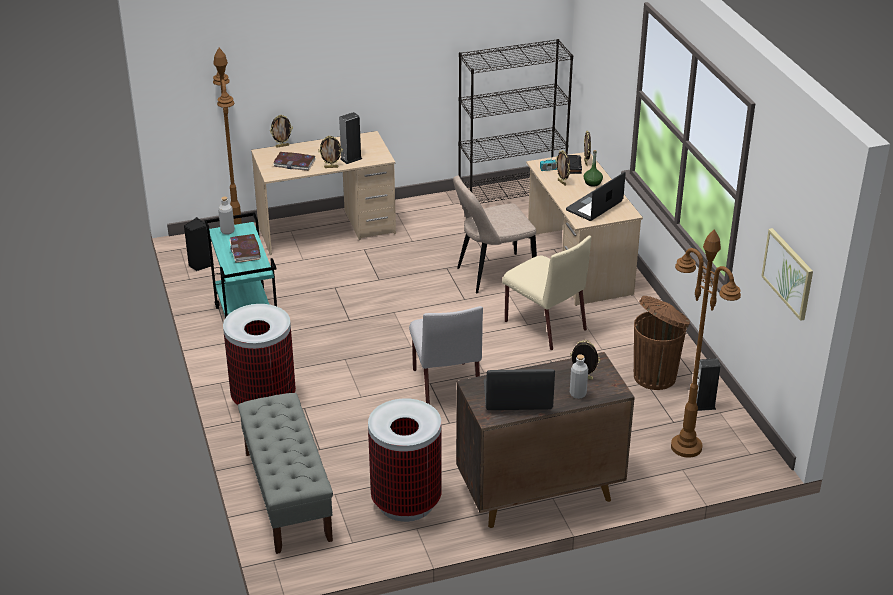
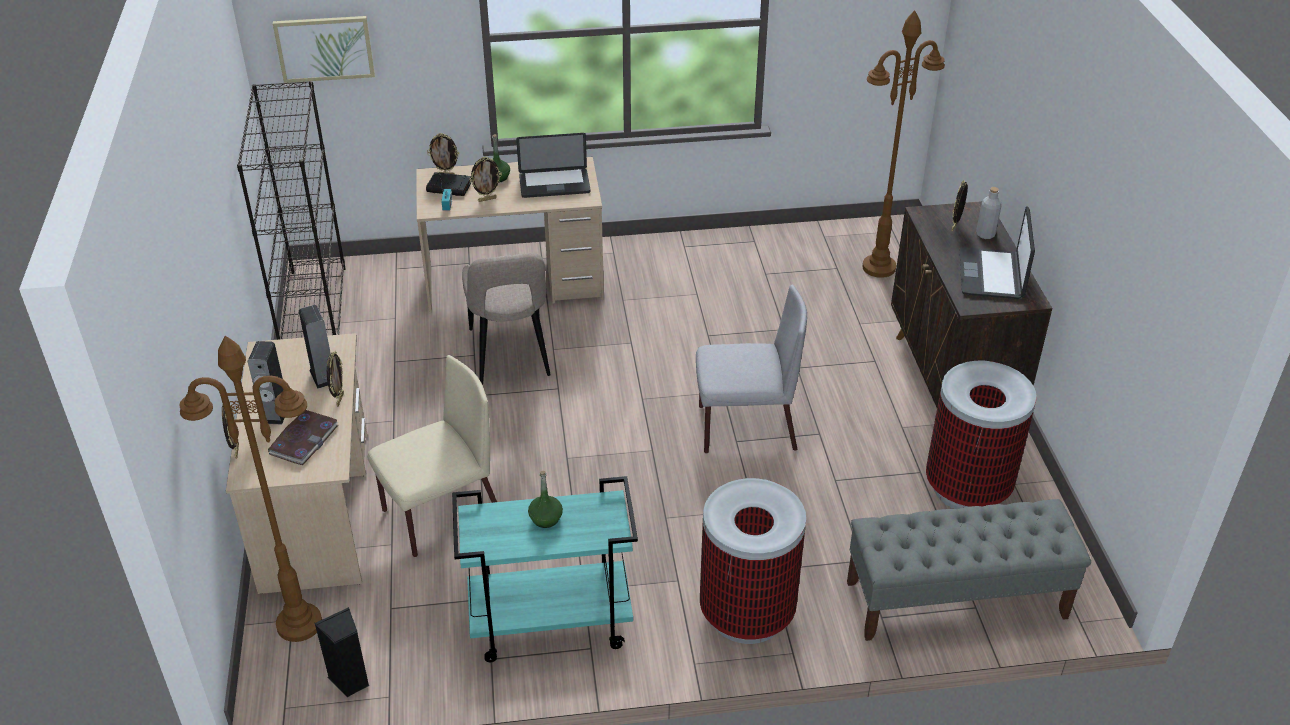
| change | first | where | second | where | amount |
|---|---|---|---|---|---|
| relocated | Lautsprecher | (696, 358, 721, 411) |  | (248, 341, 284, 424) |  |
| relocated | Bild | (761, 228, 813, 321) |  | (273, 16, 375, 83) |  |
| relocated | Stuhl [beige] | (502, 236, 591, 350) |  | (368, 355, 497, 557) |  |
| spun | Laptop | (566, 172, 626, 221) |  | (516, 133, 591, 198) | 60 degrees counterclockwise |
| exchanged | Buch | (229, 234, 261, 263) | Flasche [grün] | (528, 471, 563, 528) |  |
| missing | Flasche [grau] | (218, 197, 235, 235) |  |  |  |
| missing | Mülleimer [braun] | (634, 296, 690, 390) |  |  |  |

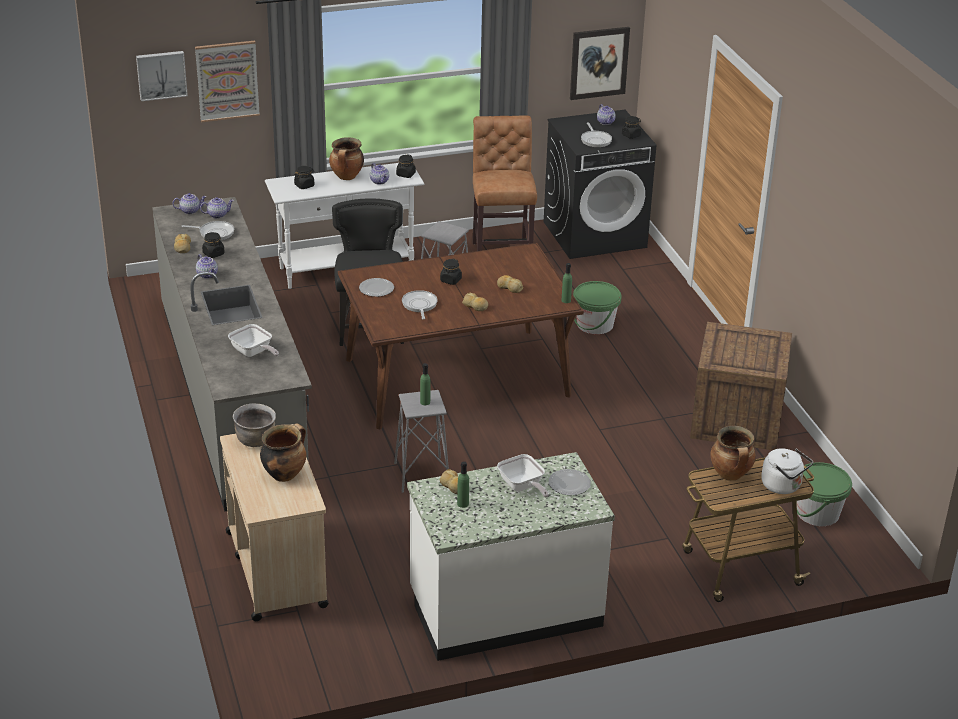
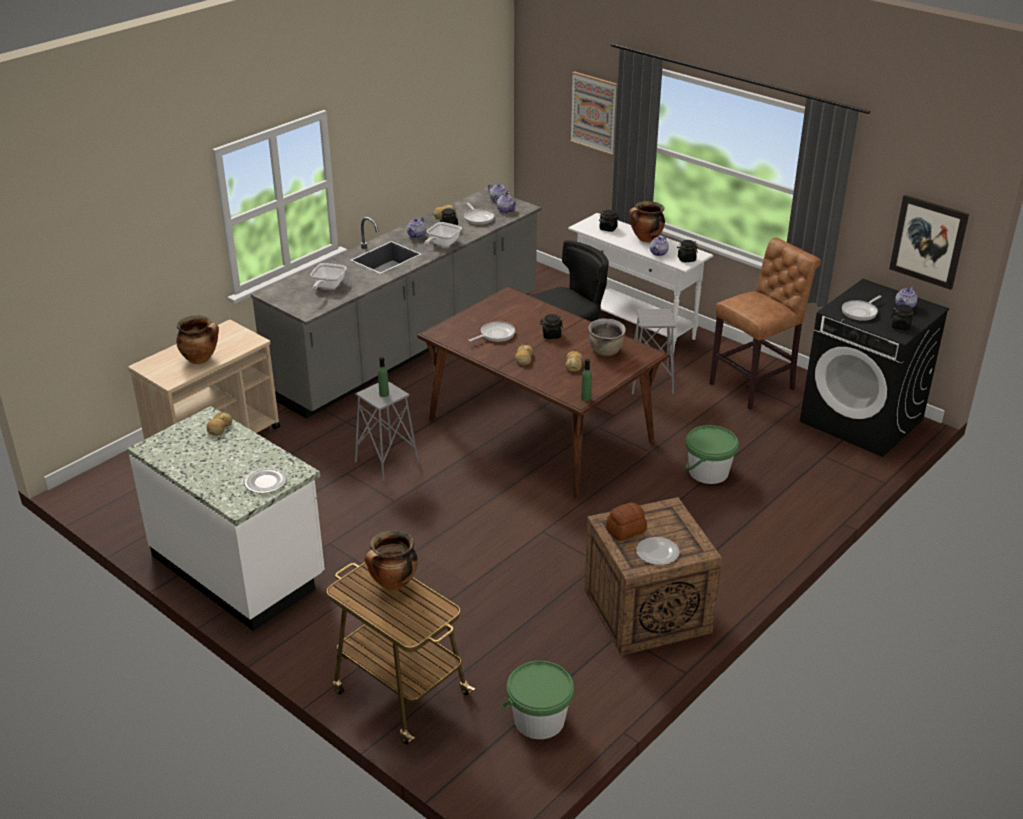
| change | first | where | second | where | amount |
|---|---|---|---|---|---|
| relocated | Pfanne | (497, 454, 549, 498) |  | (424, 222, 462, 247) |  |
| relocated | Kochtopf [braun] | (233, 404, 276, 447) |  | (588, 318, 626, 356) |  |
| appeared |  |  | Brot | (606, 503, 647, 541) |  |
| relocated | Teller | (359, 278, 394, 297) |  | (636, 537, 680, 565) |  |
| missing | Bild | (136, 51, 188, 101) |  |  |  |
| missing | Flasche [grün] | (457, 461, 469, 508) |  |  |  |
| missing | Wasserkessel [weiß] | (761, 448, 813, 494) |  |  |  |

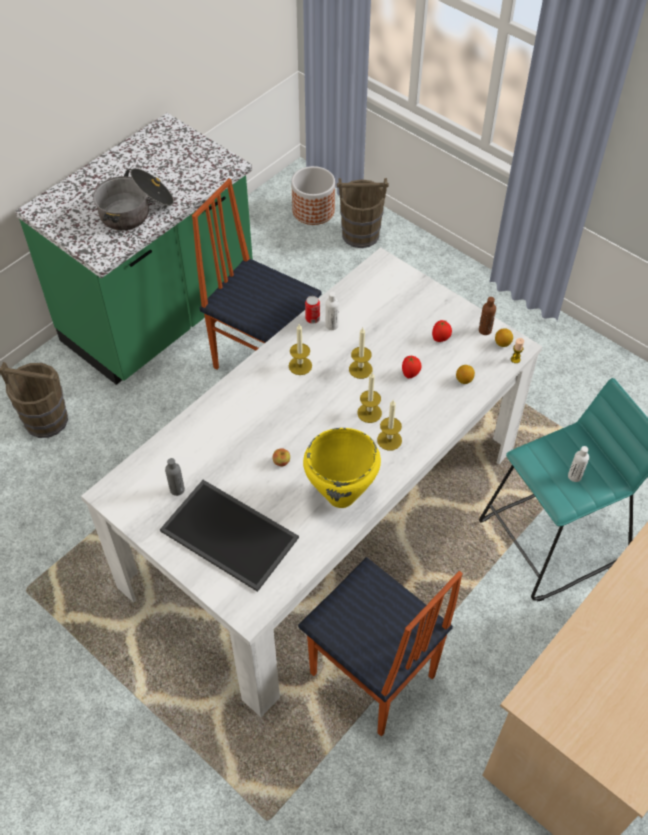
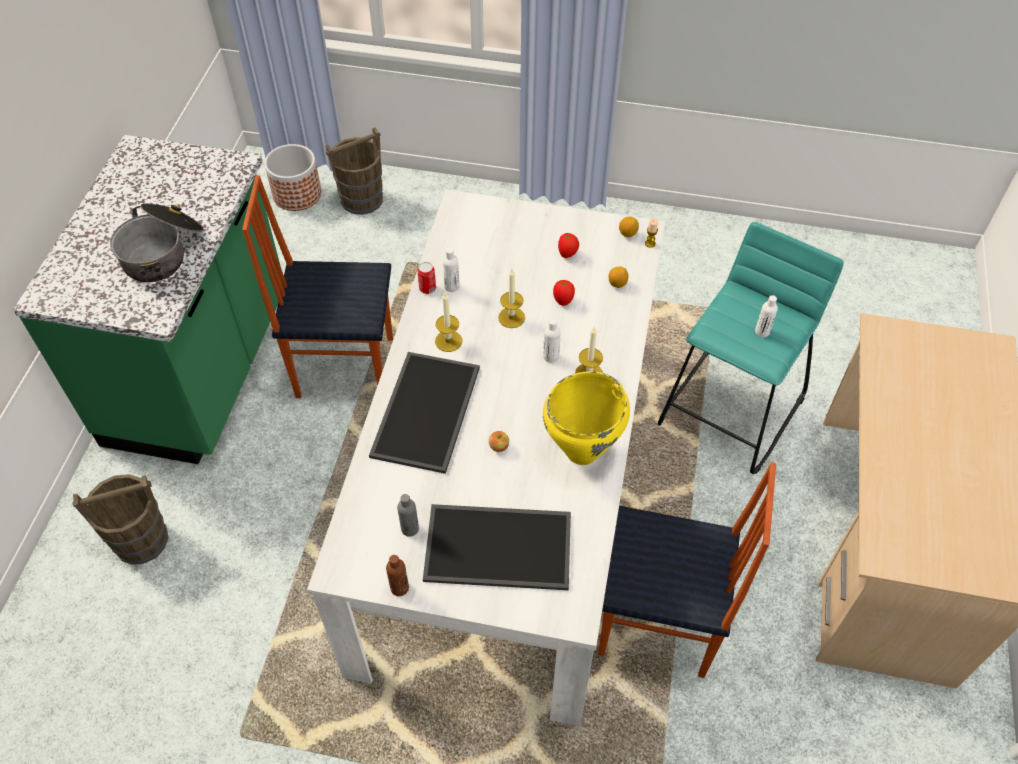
| change | first | where | second | where | amount |
|---|---|---|---|---|---|
| appeared |  |  | Tablett | (369, 352, 480, 474) |  |
| relocated | Flasche [braun] | (479, 297, 496, 335) |  | (386, 555, 409, 596) |  |
| exchanged | Kerze | (357, 372, 382, 423) | Flasche [weiß] | (543, 318, 561, 363) |  |

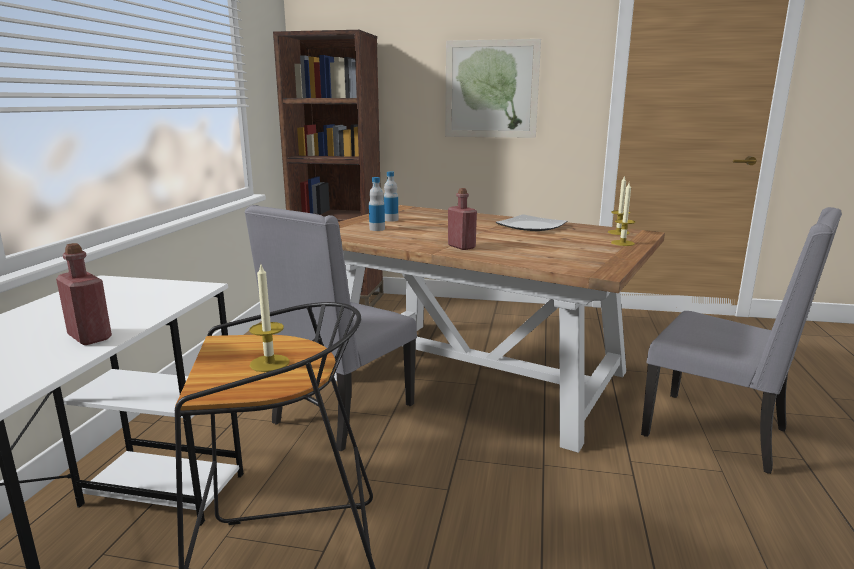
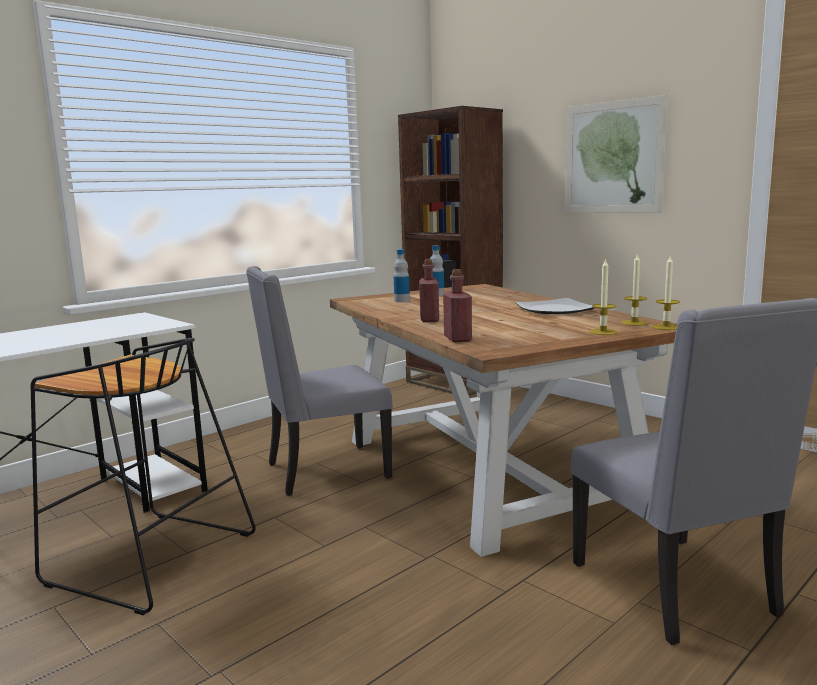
| change | first | where | second | where | amount |
|---|---|---|---|---|---|
| relocated | Flasche [rot] | (56, 243, 112, 345) |  | (443, 269, 472, 342) |  |
| relocated | Kerze | (249, 265, 289, 372) |  | (652, 256, 680, 330) |  |

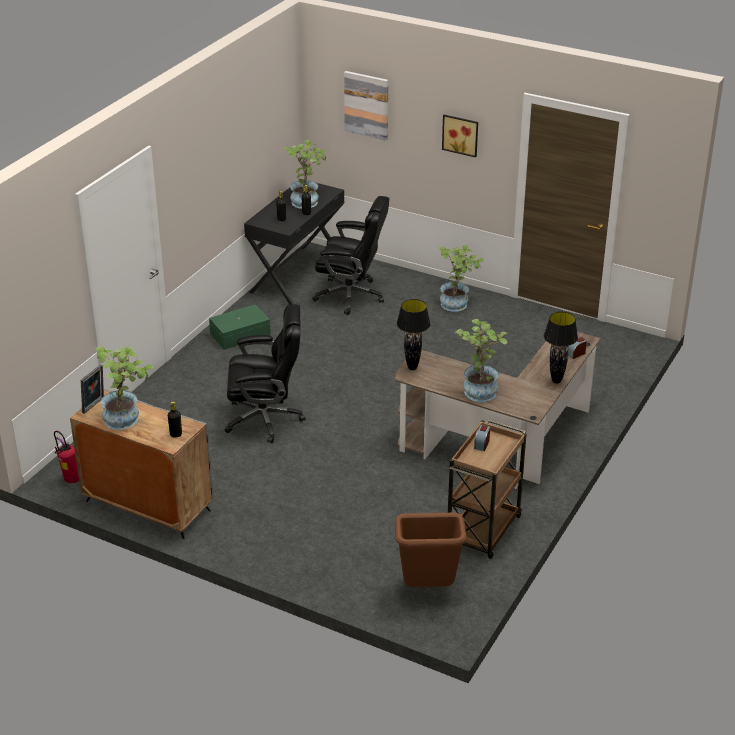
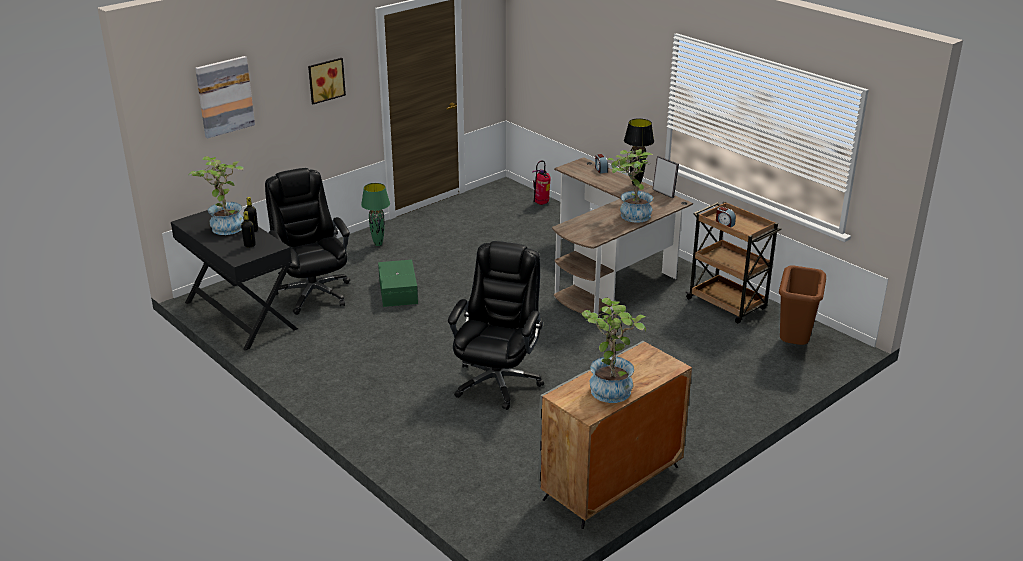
| change | first | where | second | where | amount |
|---|---|---|---|---|---|
| spun | Bürostuhl [schwarz] | (312, 196, 389, 315) |  | (265, 168, 350, 315) | 60 degrees counterclockwise |
| exchanged | Topfpflanze | (439, 245, 485, 312) | Tischlampe [grün] | (361, 183, 390, 246) |  |
| relocated | Aufbewahrungsbox [grün] | (209, 304, 271, 350) |  | (378, 260, 418, 307) |  |
| relocated | Feuerlöscher | (54, 431, 79, 483) |  | (532, 161, 551, 205) |  |
| relocated | Bilderrahmen | (81, 364, 104, 414) |  | (653, 156, 679, 198) |  |
| missing | Flasche [schwarz] | (168, 401, 182, 438) |  |  |  |
| missing | Tischlampe [schwarz] | (397, 299, 430, 370) |  |  |  |

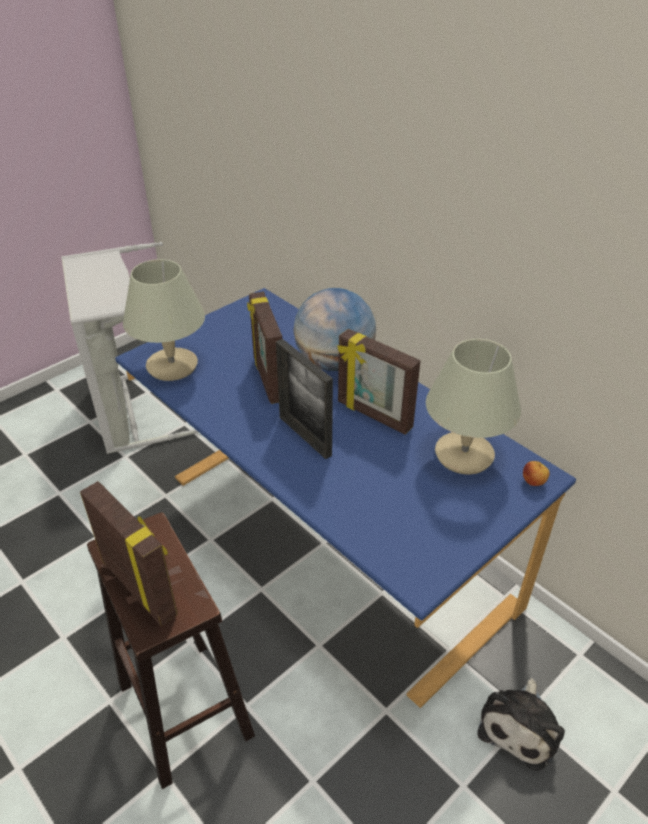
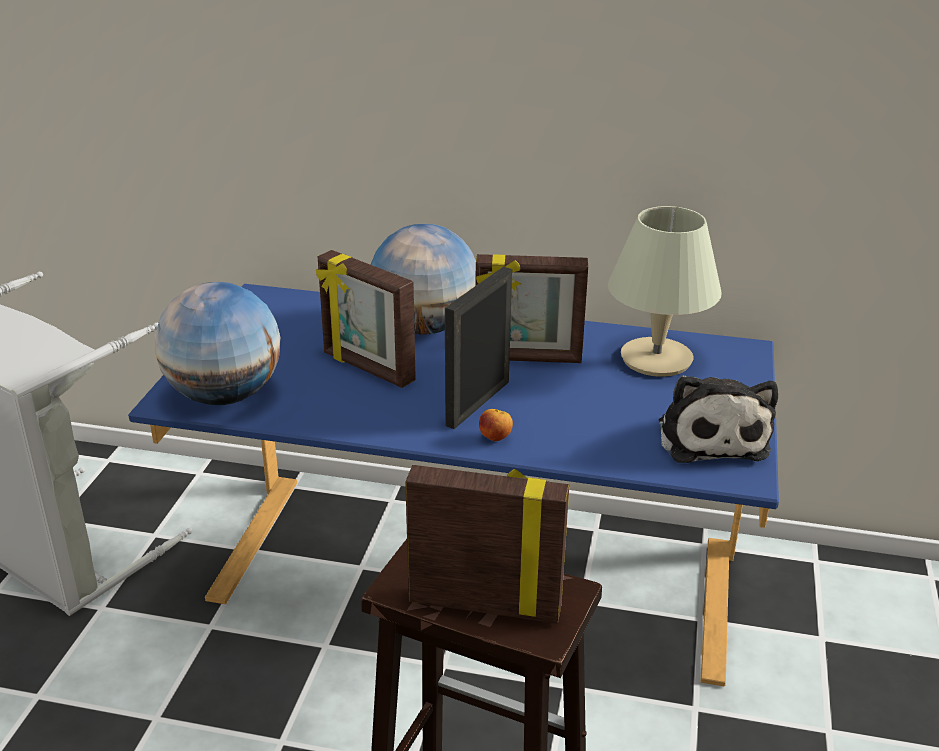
| change | first | where | second | where | amount |
|---|---|---|---|---|---|
| exchanged | Tischlampe [beige] | (123, 259, 205, 381) | Globus | (155, 282, 281, 405) |  |
| spun | Bilderrahmen | (276, 339, 333, 459) |  | (445, 267, 512, 429) | 105 degrees clockwise |
| relocated | Apfel | (523, 461, 550, 486) |  | (479, 409, 513, 441) |  |
| relocated | Plüschtier | (477, 678, 565, 771) |  | (659, 375, 778, 463) |  |

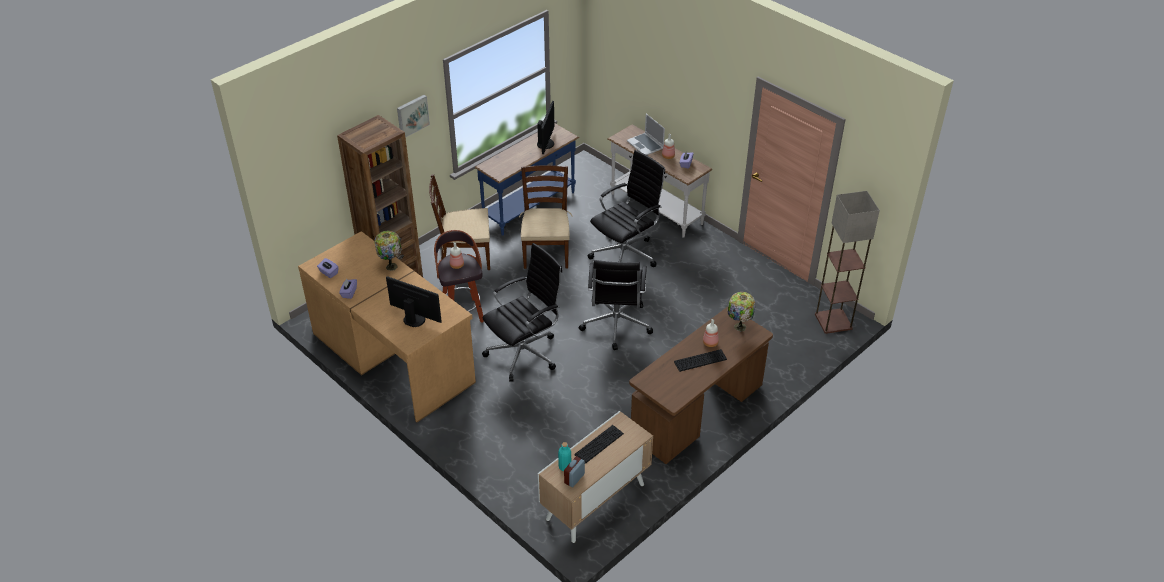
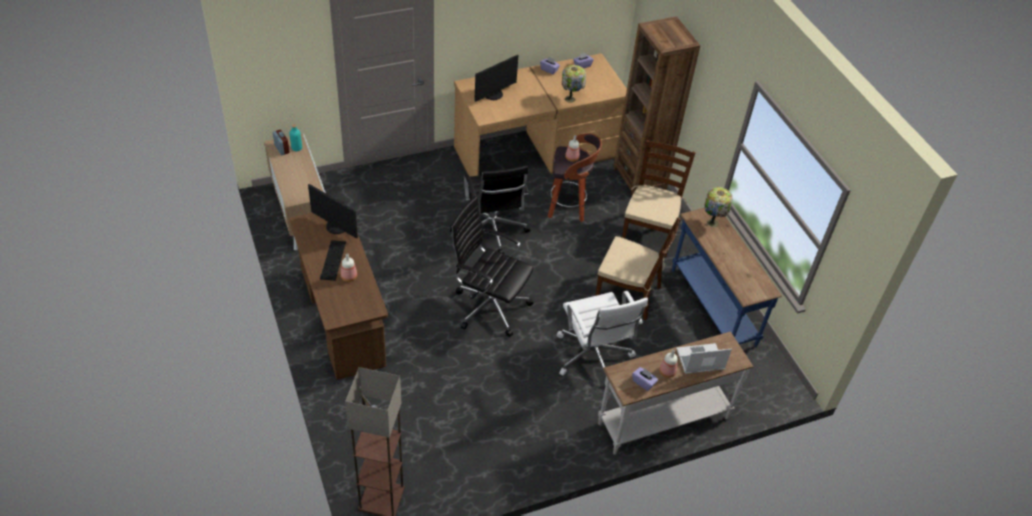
| change | first | where | second | where | amount |
|---|---|---|---|---|---|
| relocated | Monitor | (537, 101, 555, 154) |  | (308, 184, 358, 238) |  |
| colour | Bürostuhl [schwarz] | (588, 150, 665, 267) | Bürostuhl [weiß] | (556, 291, 648, 386) |  |
| relocated | Tischlampe | (727, 292, 756, 332) |  | (704, 187, 733, 228) |  |
| missing | Bild | (397, 95, 430, 137) |  |  |  |
| missing | Tastatur | (574, 425, 624, 464) |  |  |  |

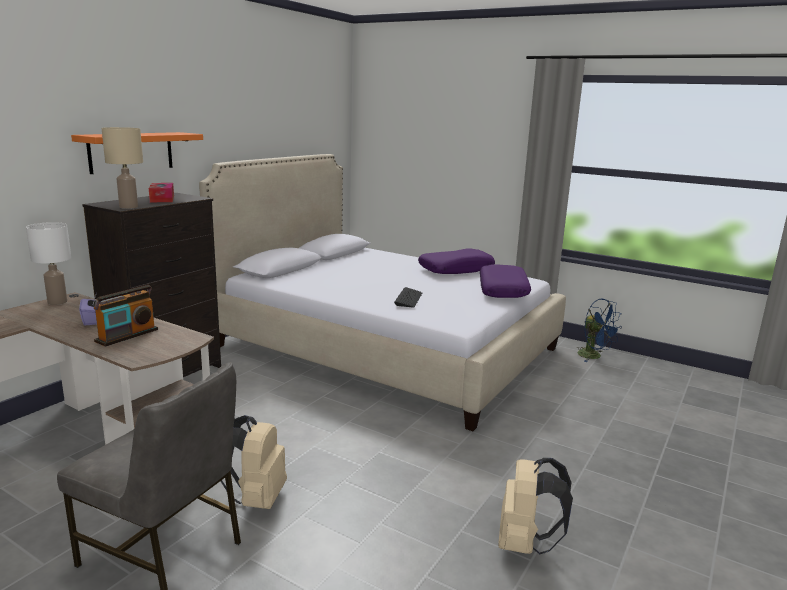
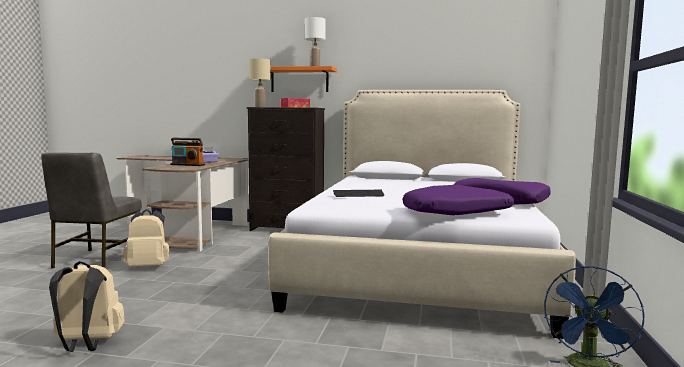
| change | first | where | second | where | amount |
|---|---|---|---|---|---|
| relocated | Tischlampe [weiß] | (26, 222, 71, 305) |  | (305, 17, 326, 66) |  |

